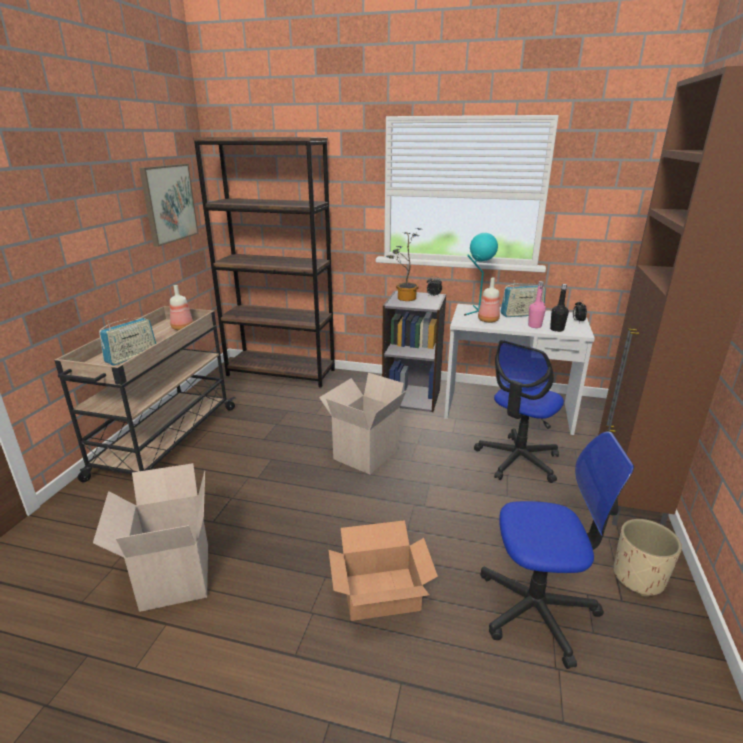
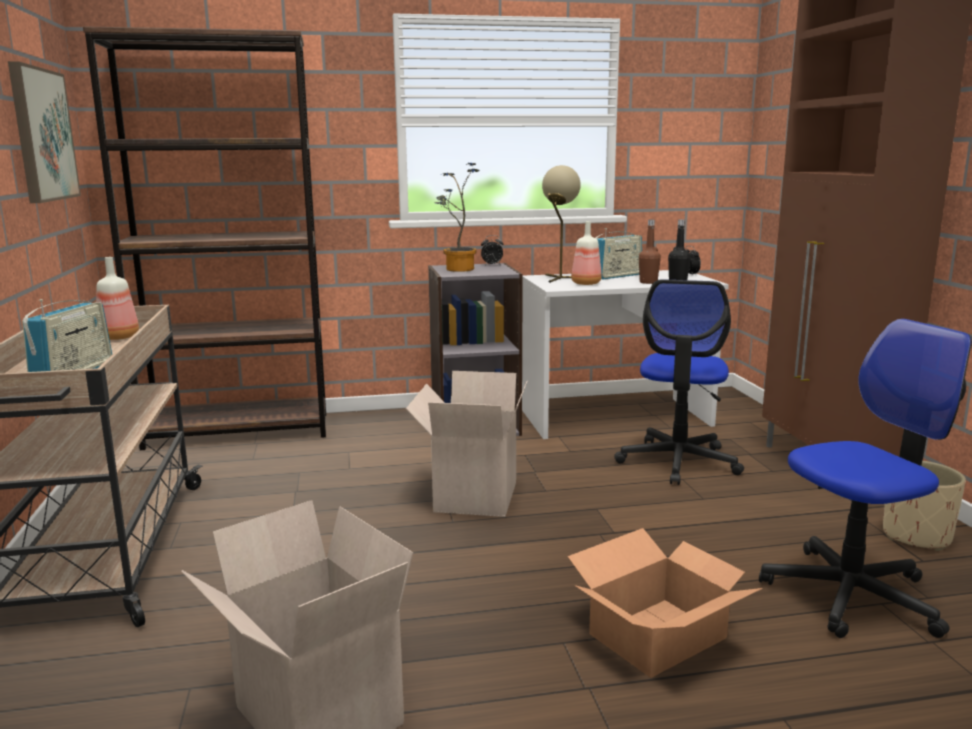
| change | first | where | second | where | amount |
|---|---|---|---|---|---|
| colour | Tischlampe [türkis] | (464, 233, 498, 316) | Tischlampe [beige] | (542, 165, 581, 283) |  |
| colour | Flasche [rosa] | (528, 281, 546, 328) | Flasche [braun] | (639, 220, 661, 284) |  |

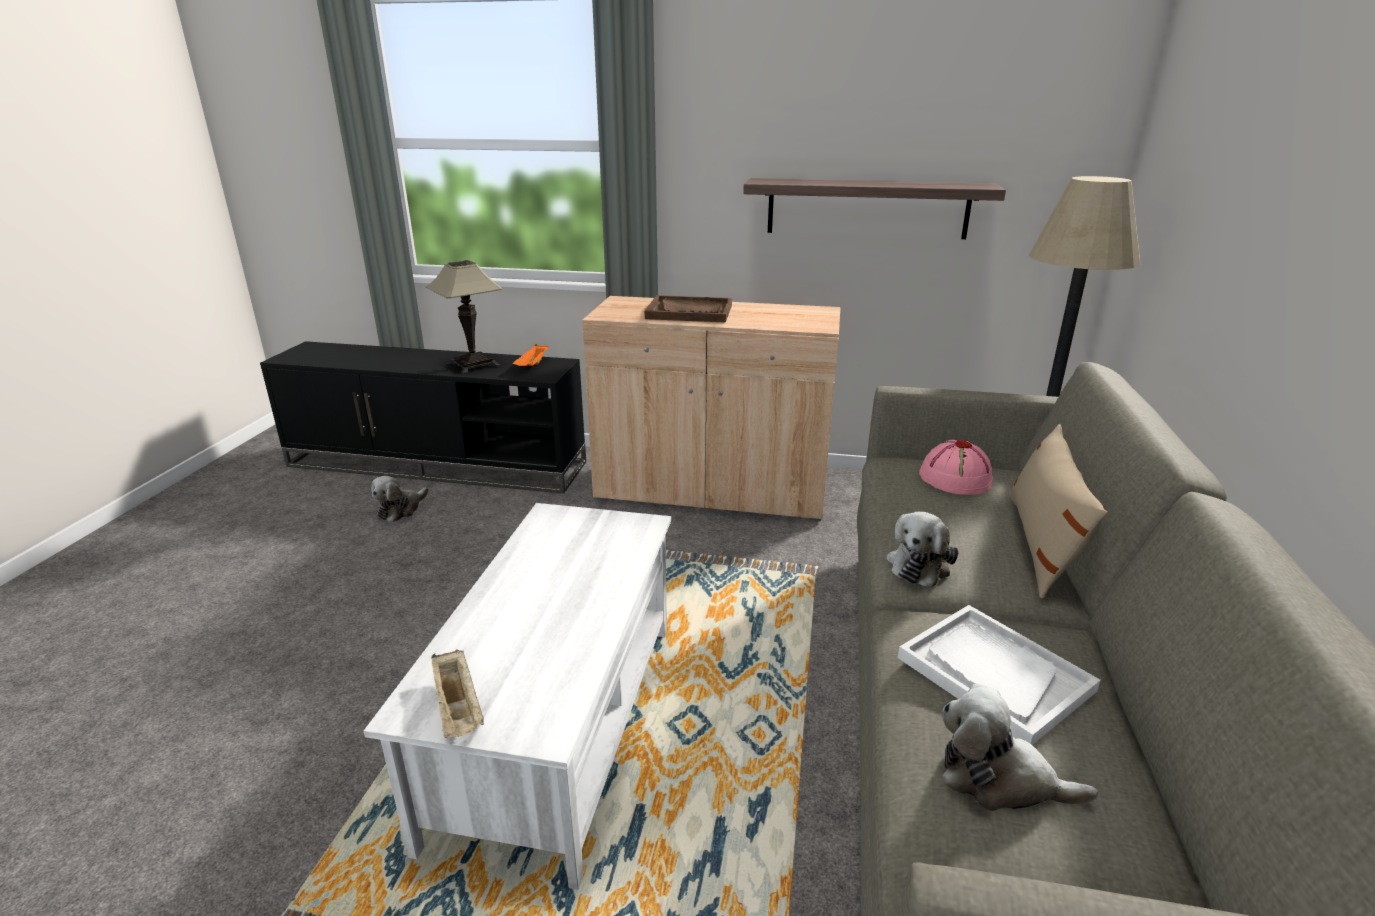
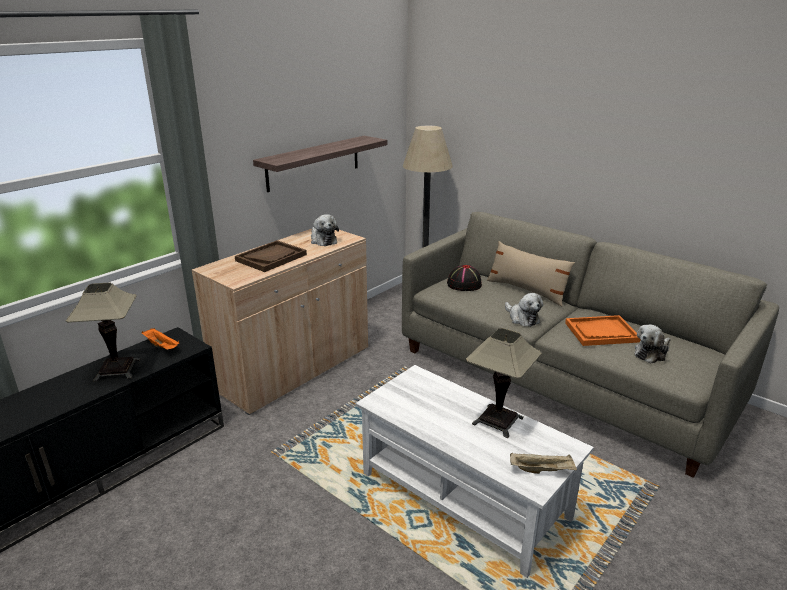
| change | first | where | second | where | amount |
|---|---|---|---|---|---|
| relocated | Plüschtier | (371, 476, 429, 522) |  | (311, 214, 339, 246) |  |
| colour | Hut [rosa] | (919, 440, 992, 495) | Hut [schwarz] | (447, 265, 482, 291) |  |
| appeared |  |  | Tischlampe | (466, 328, 542, 438) |  |
| colour | Tablett [weiß] | (898, 605, 1101, 745) | Tablett [orange] | (565, 315, 640, 346) |  |

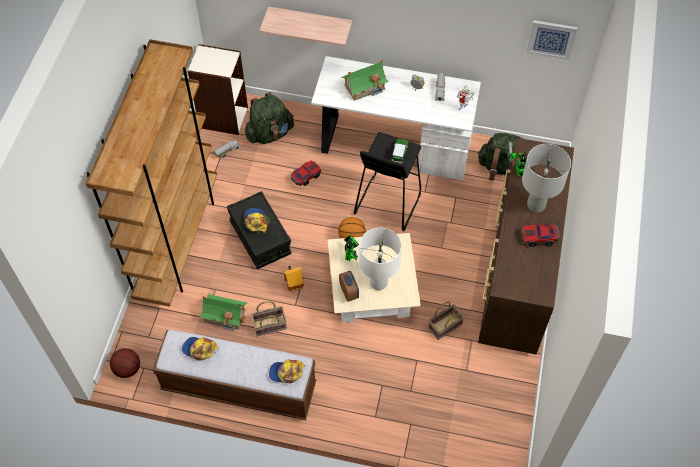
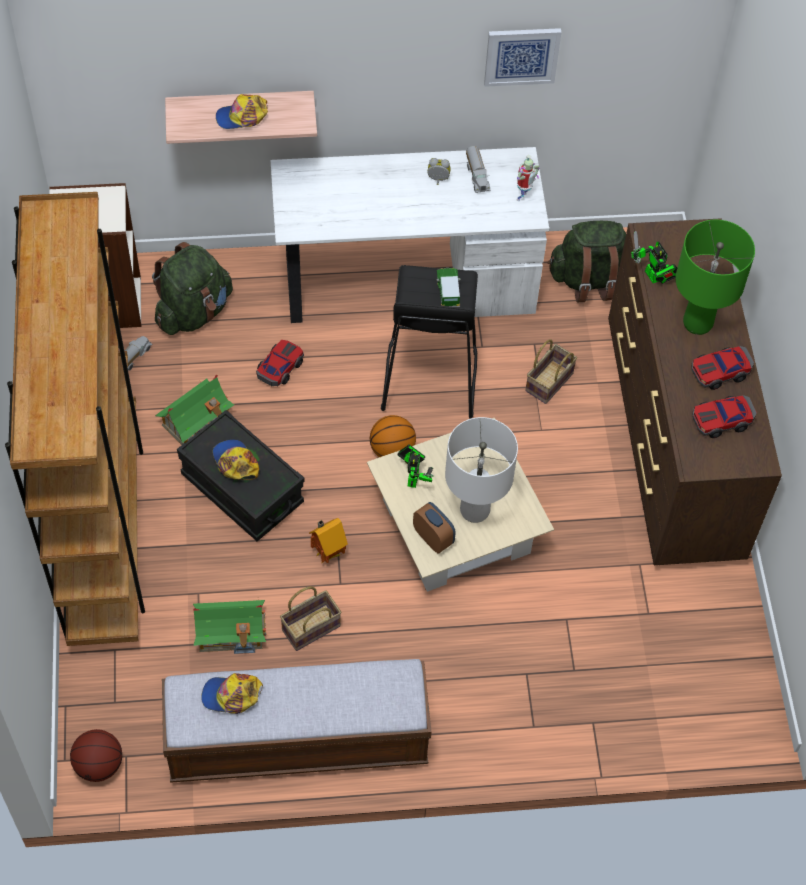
| change | first | where | second | where | amount |
|---|---|---|---|---|---|
| relocated | Spielzeughaus | (341, 60, 389, 101) |  | (155, 375, 234, 445) |  |
| relocated | Kappe | (269, 360, 305, 383) |  | (216, 94, 268, 129) |  |
| relocated | Bild | (526, 20, 577, 60) |  | (484, 28, 562, 87) |  |
| relocated | Korb | (428, 302, 464, 340) |  | (525, 339, 577, 404) |  |
| colour | Tischlampe [grau] | (522, 144, 571, 213) | Tischlampe [grün] | (675, 220, 755, 335) |  |
| appeared |  |  | Spielzeugauto | (692, 395, 757, 438) |  |

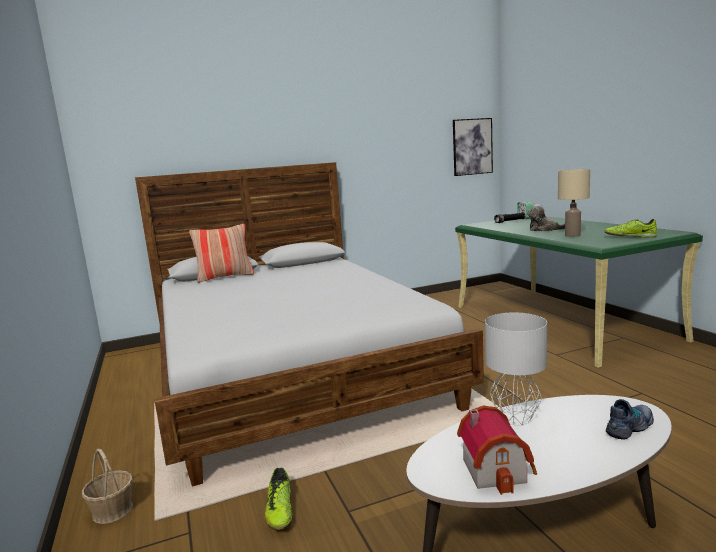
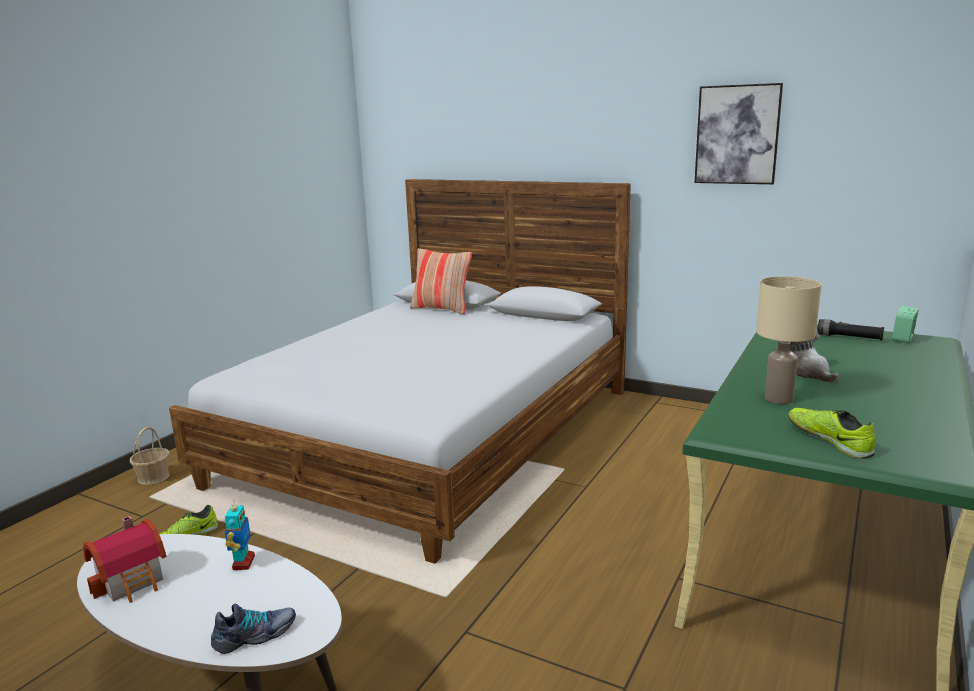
| change | first | where | second | where | amount |
|---|---|---|---|---|---|
| spun | Schuh | (606, 399, 654, 440) |  | (211, 604, 296, 654) | 45 degrees counterclockwise |
| exchanged | Tischlampe [grau] | (485, 312, 547, 425) | Spielzeugroboter | (225, 500, 255, 570) |  |
| relocated | Bild | (453, 118, 493, 176) |  | (694, 83, 783, 184) |  |

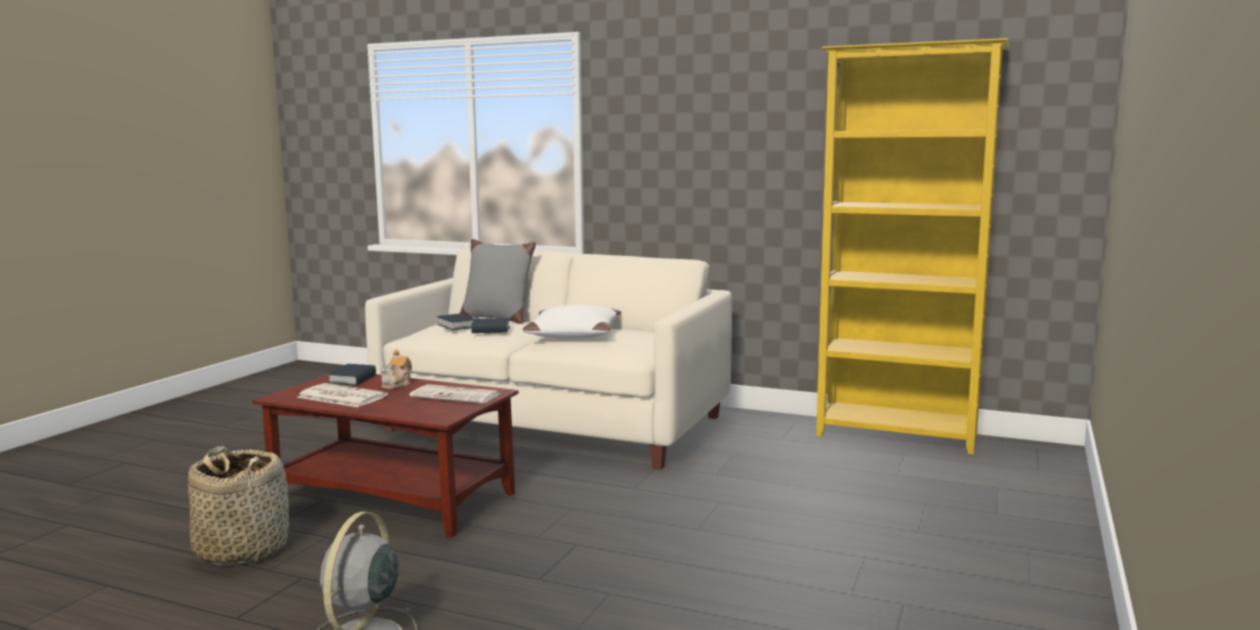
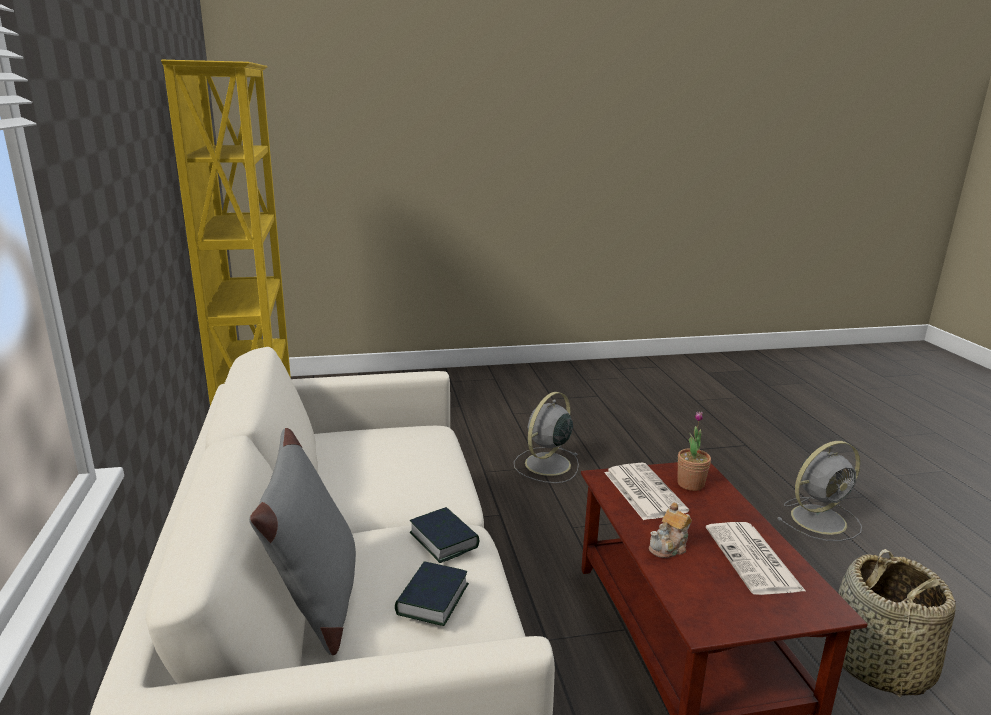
| change | first | where | second | where | amount |
|---|---|---|---|---|---|
| appeared |  |  | Ventilator [grau] | (514, 392, 579, 483) |  |
| spun | Teekanne | (380, 350, 412, 389) |  | (649, 502, 692, 558) | 150 degrees clockwise |
| appeared |  |  | Topfpflanze | (677, 411, 711, 491) |  |
| missing | Buch | (328, 364, 376, 386) |  |  |  |
| missing | Kissen [weiß] | (523, 305, 621, 339) |  |  |  |

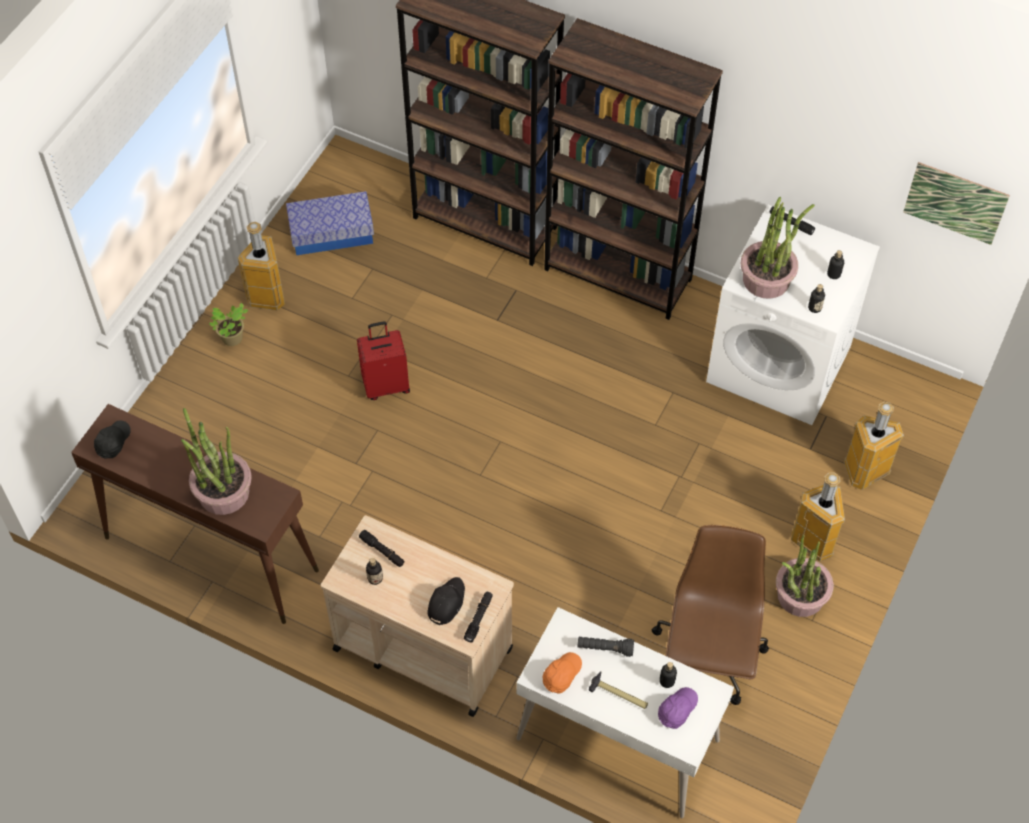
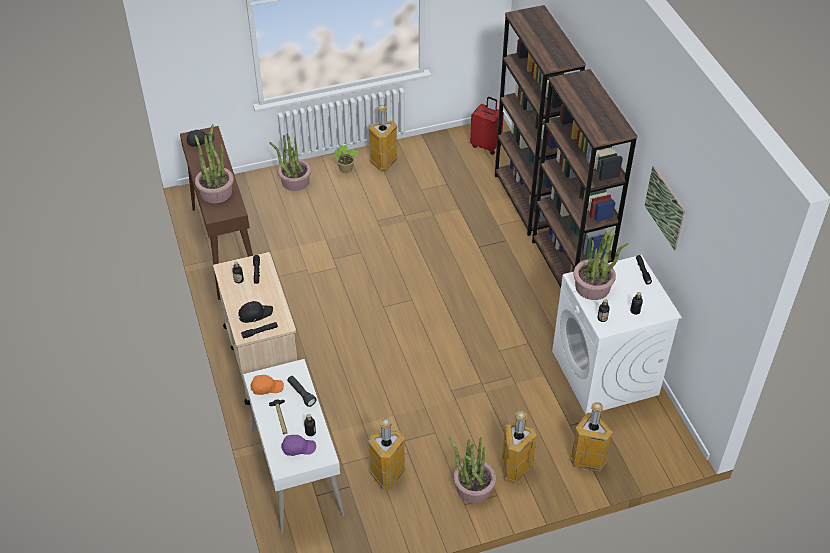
| change | first | where | second | where | amount |
|---|---|---|---|---|---|
| appeared |  |  | Topfpflanze | (269, 133, 311, 191) |  |
| exchanged | Bürostuhl [braun] | (652, 525, 769, 705) | Mülleimer | (368, 418, 406, 489) |  |
| relocated | Koffer [rot] | (357, 321, 410, 400) |  | (470, 97, 504, 155) |  |
| relocated | Bild | (903, 162, 1010, 245) |  | (644, 166, 685, 250) |  |
| missing | Aufbewahrungsbox | (286, 191, 374, 255) |  |  |  |

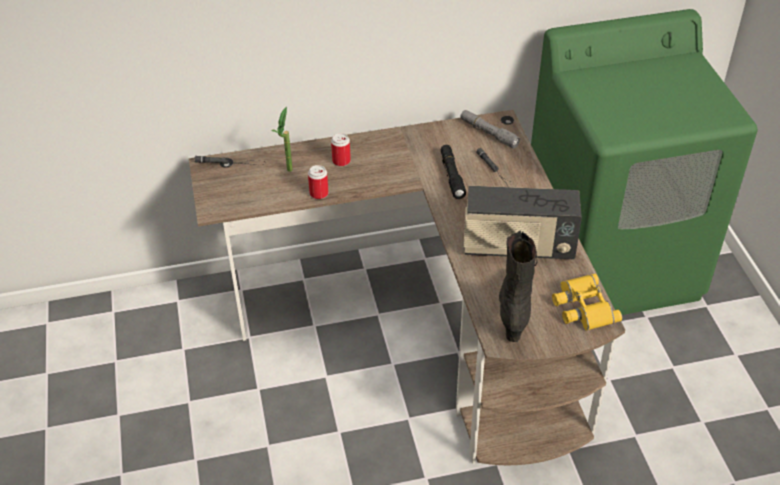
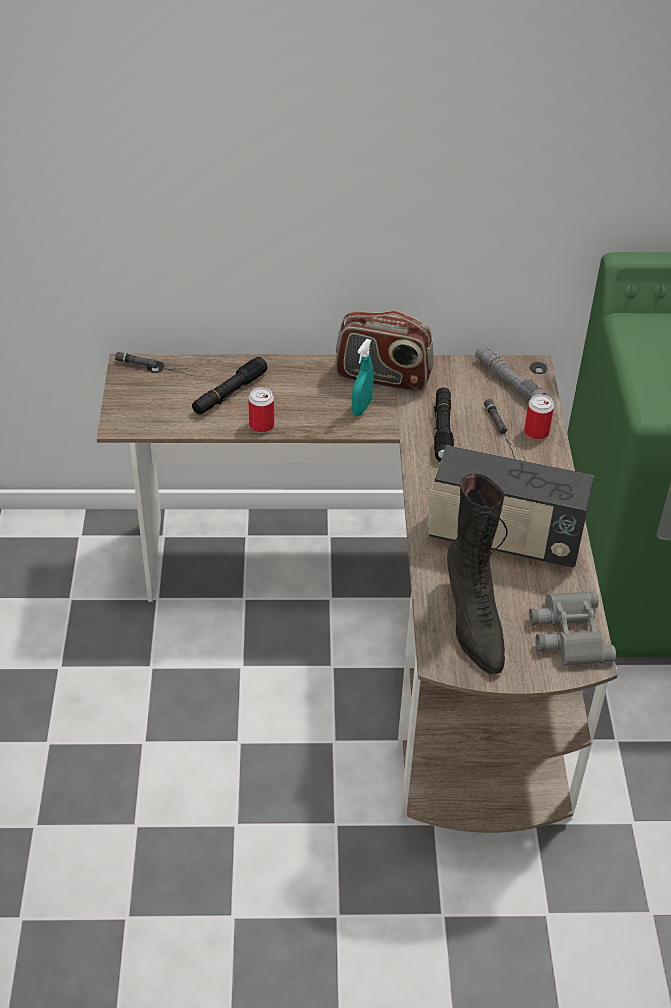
| change | first | where | second | where | amount |
|---|---|---|---|---|---|
| exchanged | Topfpflanze | (271, 107, 292, 172) | Taschenlampe [schwarz] | (192, 357, 268, 415) |  |
| appeared |  |  | Radio | (335, 311, 434, 392) |  |
| appeared |  |  | Sprühflasche [türkis] | (352, 339, 374, 416) |  |
| spun | Stiefel [schwarz] | (499, 230, 538, 342) |  | (447, 473, 508, 675) | 150 degrees clockwise |
| relocated | Dose | (331, 133, 351, 166) |  | (524, 394, 554, 440) |  |
| colour | Fernglas [gelb] | (552, 274, 622, 331) | Fernglas [grau] | (529, 591, 616, 666) |  |

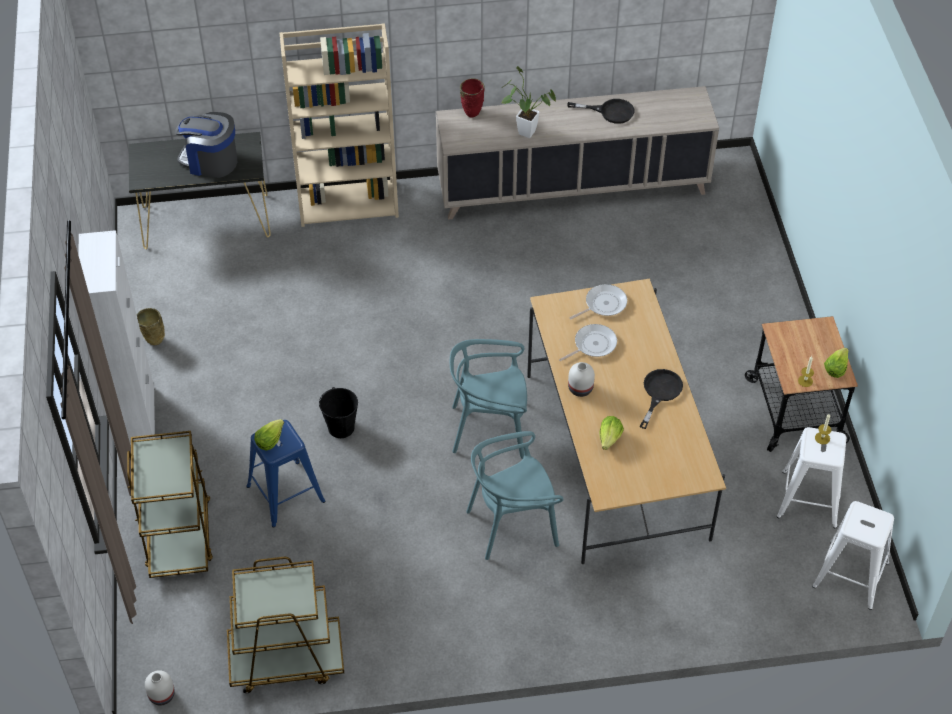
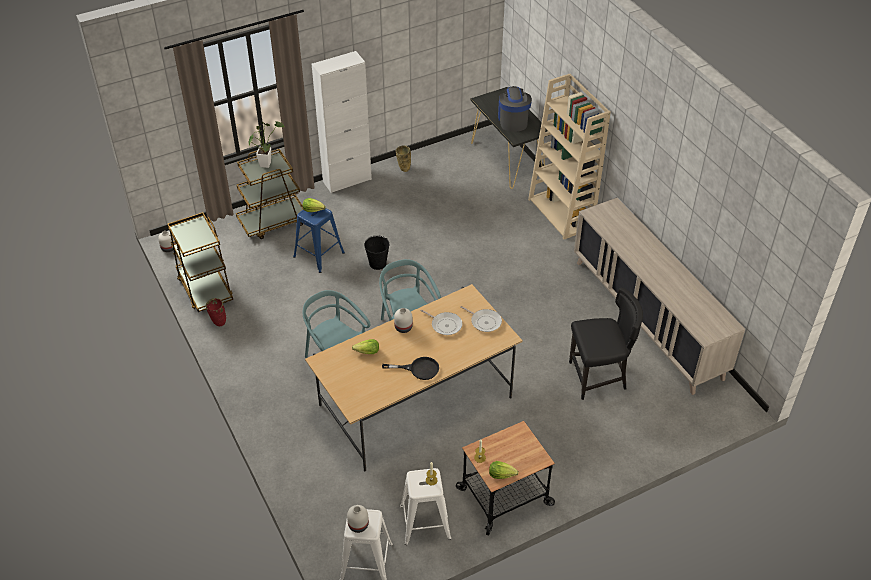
| change | first | where | second | where | amount |
|---|---|---|---|---|---|
| relocated | Vase [rot] | (460, 78, 485, 117) |  | (206, 298, 226, 326) |  |
| relocated | Topfpflanze | (502, 66, 556, 138) |  | (249, 121, 284, 168) |  |
| appeared |  |  | Vase [weiß] | (347, 505, 369, 533) |  |
| appeared |  |  | Stuhl [schwarz] | (569, 287, 643, 400) |  |
| missing | Pfanne [schwarz] | (567, 99, 635, 124) |  |  |  |

